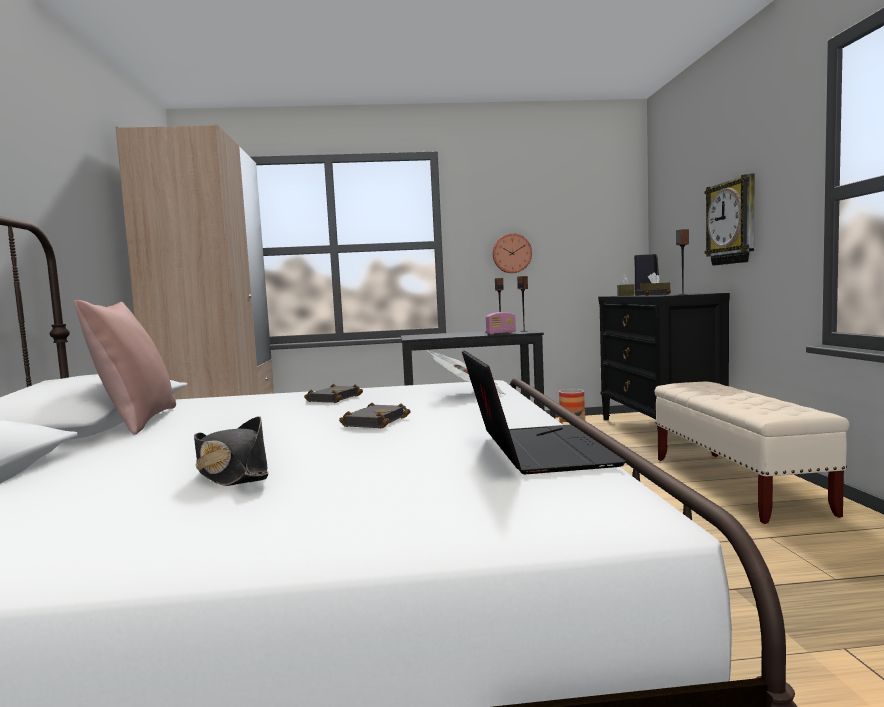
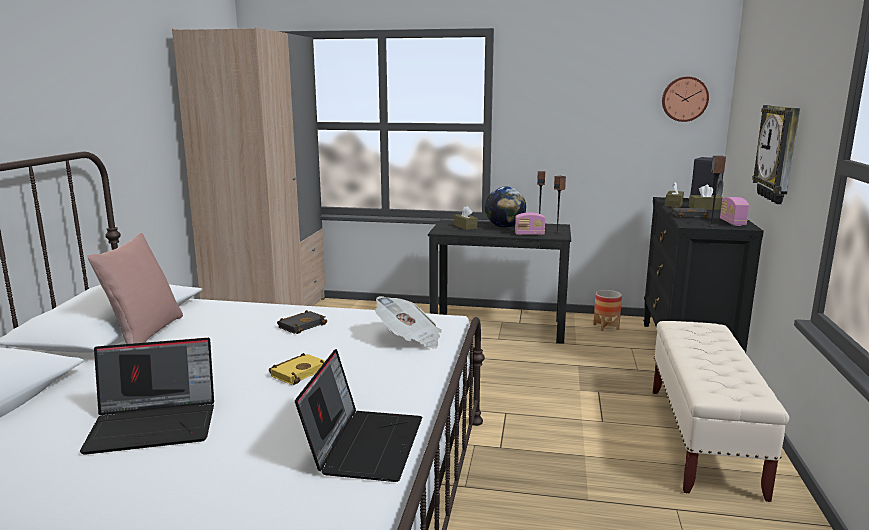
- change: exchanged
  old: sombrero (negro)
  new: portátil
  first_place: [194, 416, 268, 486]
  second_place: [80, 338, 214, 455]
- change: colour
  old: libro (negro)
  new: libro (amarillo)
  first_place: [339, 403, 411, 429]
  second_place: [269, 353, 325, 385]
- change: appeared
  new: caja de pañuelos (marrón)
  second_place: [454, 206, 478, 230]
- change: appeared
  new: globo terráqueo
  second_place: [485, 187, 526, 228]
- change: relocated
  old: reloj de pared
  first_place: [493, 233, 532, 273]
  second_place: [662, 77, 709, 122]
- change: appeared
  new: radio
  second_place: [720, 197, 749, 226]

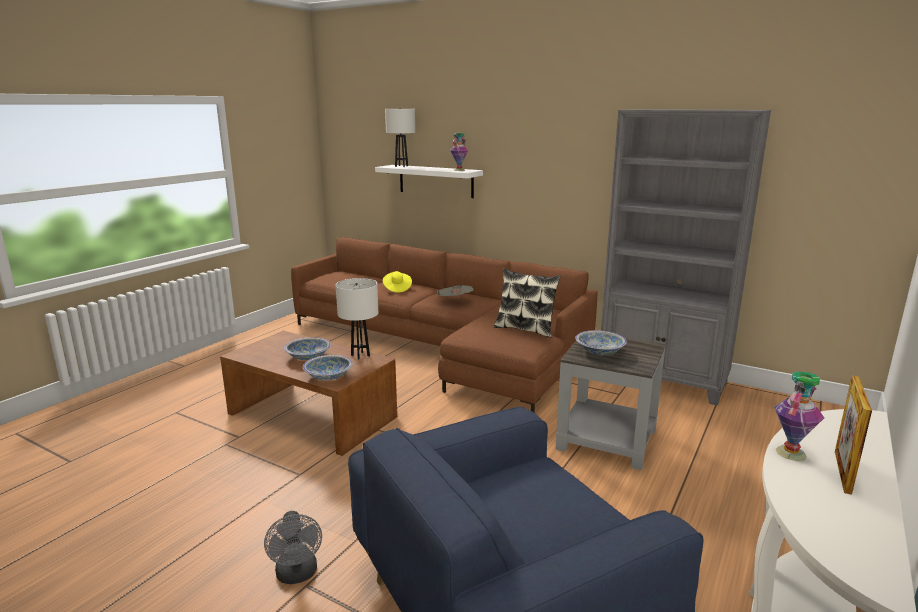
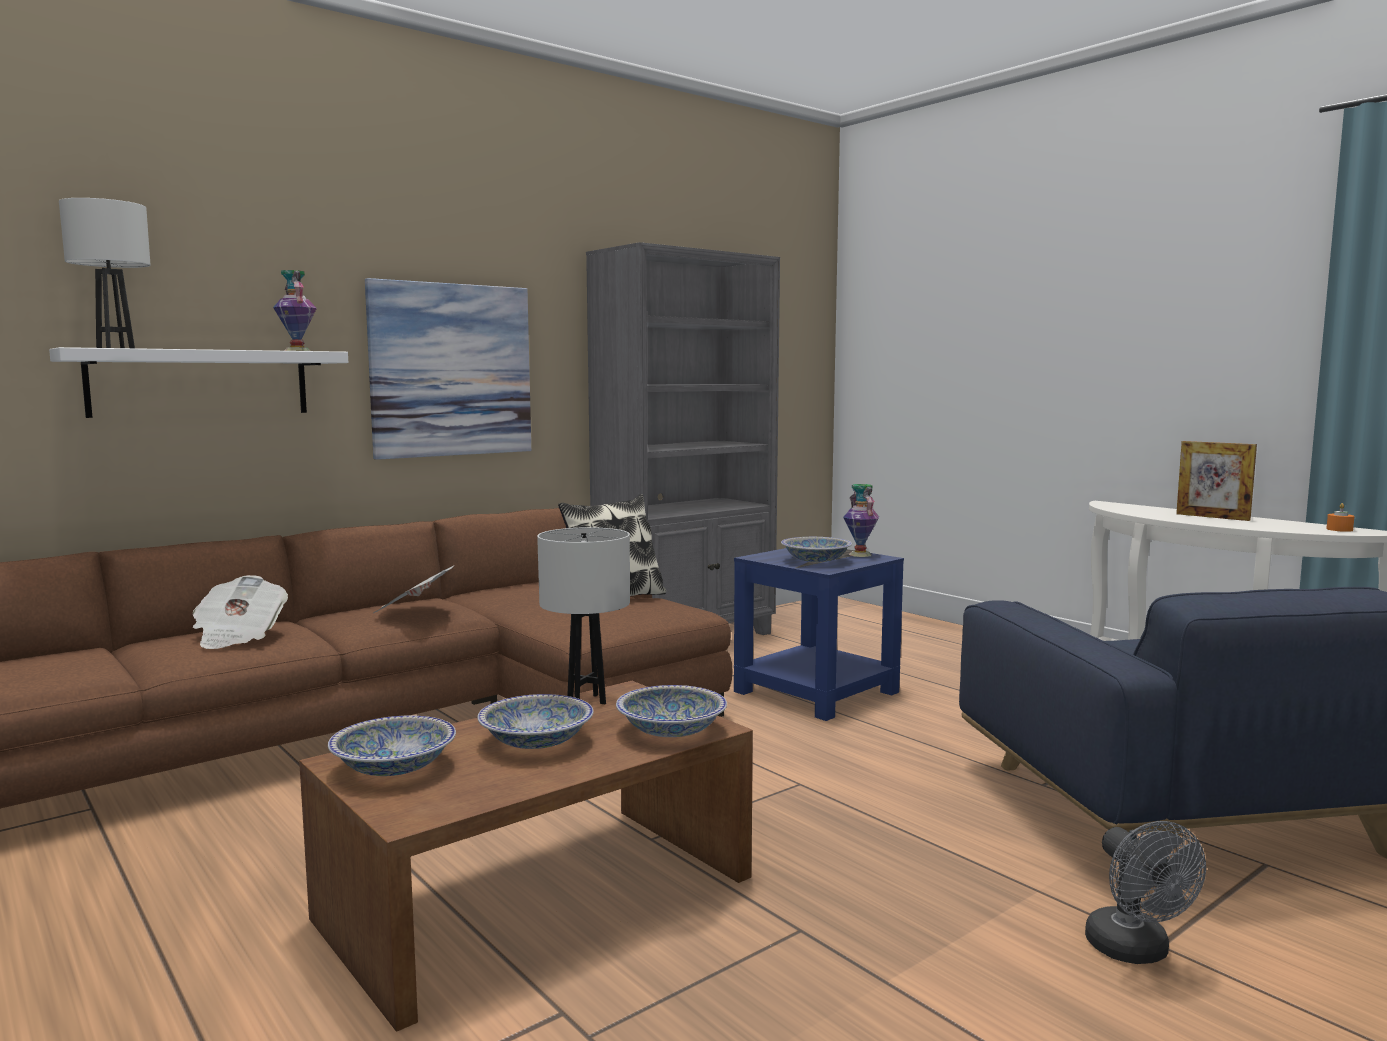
- change: exchanged
  old: sombrero (amarillo)
  new: periódico
  first_place: [383, 271, 412, 293]
  second_place: [192, 575, 288, 649]
- change: appeared
  new: cuenco
  second_place: [328, 715, 456, 776]
- change: appeared
  new: cuadro
  second_place: [365, 278, 531, 460]
- change: colour
  old: mesa auxiliar (gris)
  new: mesa auxiliar (azul)
  first_place: [556, 331, 666, 471]
  second_place: [734, 548, 904, 721]
- change: relocated
  old: florero
  first_place: [774, 372, 824, 461]
  second_place: [843, 484, 879, 557]
- change: spun
  old: ventilador (gris)
  first_place: [264, 511, 322, 584]
  second_place: [1085, 821, 1206, 964]
  degrees: 75
- change: appeared
  new: vela (naranja)
  second_place: [1326, 503, 1355, 532]

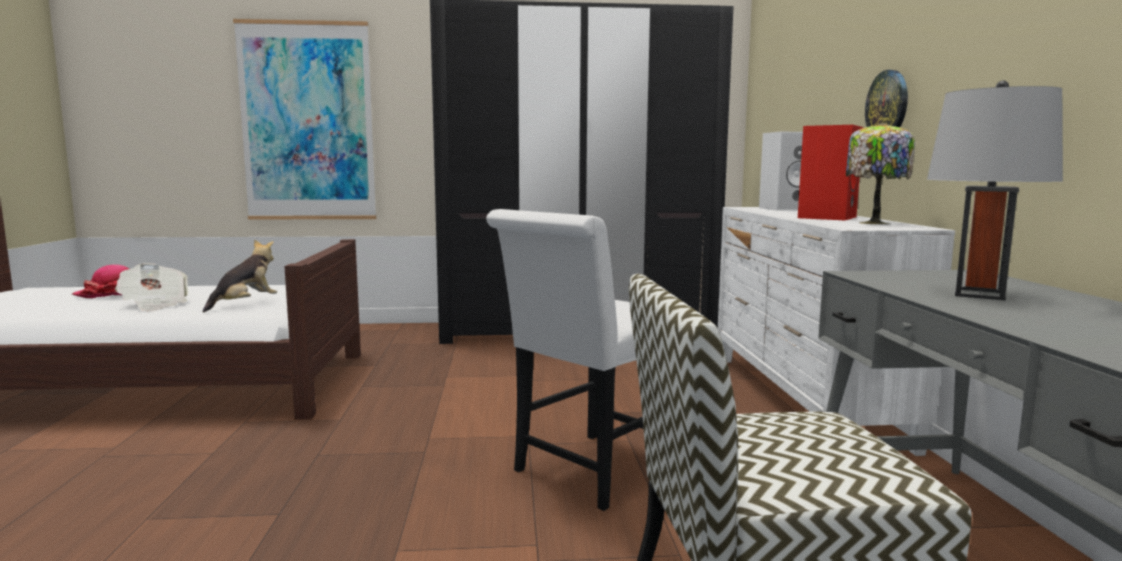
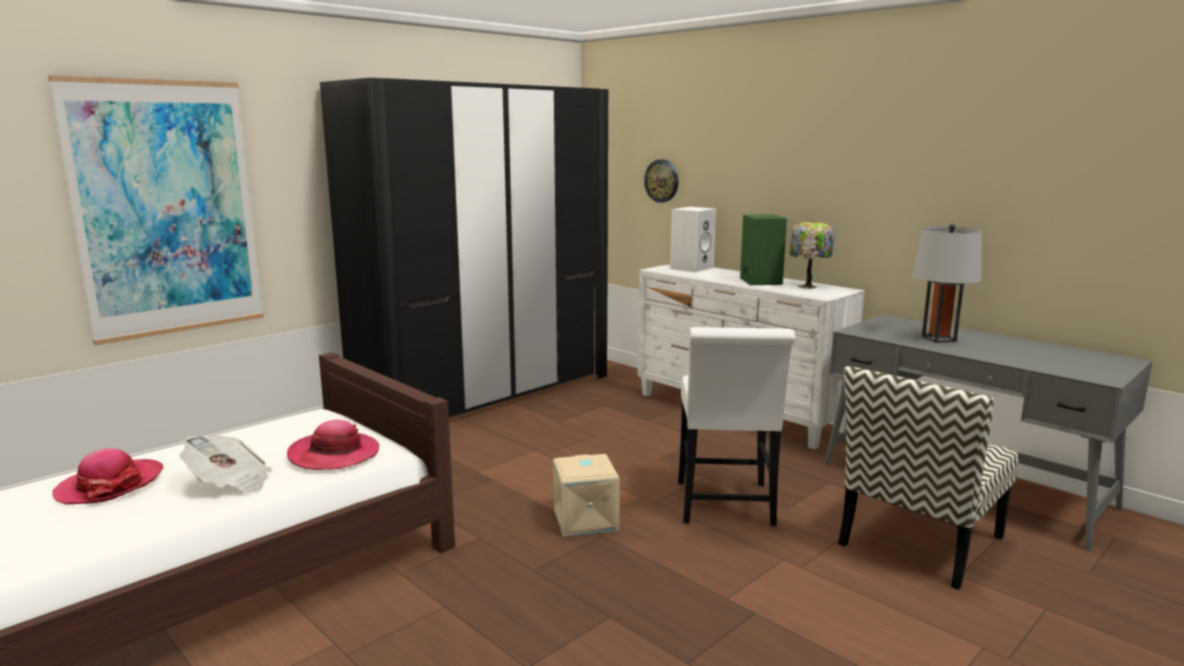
- change: exchanged
  old: peluche
  new: sombrero
  first_place: [203, 239, 277, 313]
  second_place: [287, 420, 379, 470]
- change: appeared
  new: caja de almacenaje (beis)
  second_place: [553, 454, 620, 537]
- change: relocated
  old: reloj de pared
  first_place: [865, 70, 908, 127]
  second_place: [644, 160, 679, 203]
- change: colour
  old: altavoz (rojo)
  new: altavoz (verde)
  first_place: [798, 125, 863, 220]
  second_place: [740, 214, 787, 285]

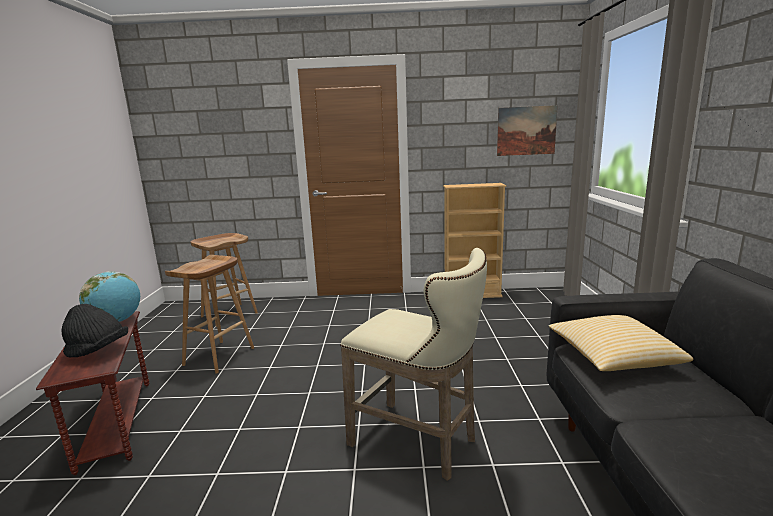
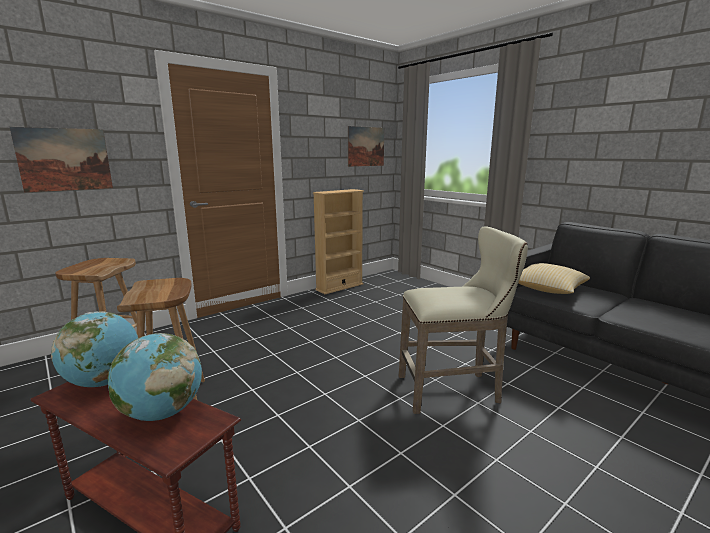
- change: appeared
  new: cuadro
  second_place: [10, 127, 113, 193]
- change: exchanged
  old: sombrero (negro)
  new: globo terráqueo
  first_place: [61, 304, 128, 358]
  second_place: [108, 333, 202, 421]

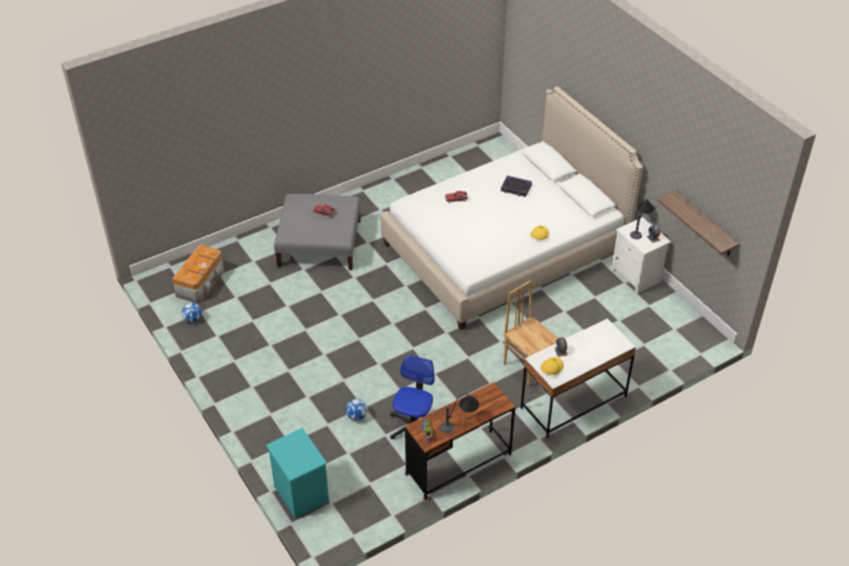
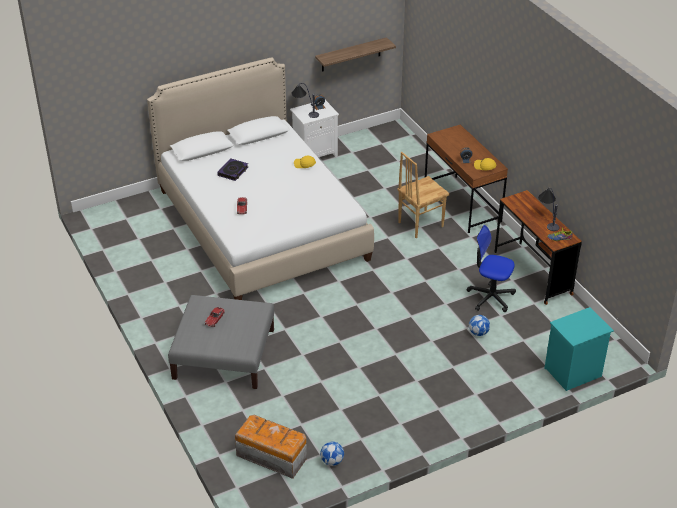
- change: colour
  old: escritorio (blanco)
  new: escritorio (marrón)
  first_place: [521, 319, 636, 438]
  second_place: [425, 125, 508, 233]

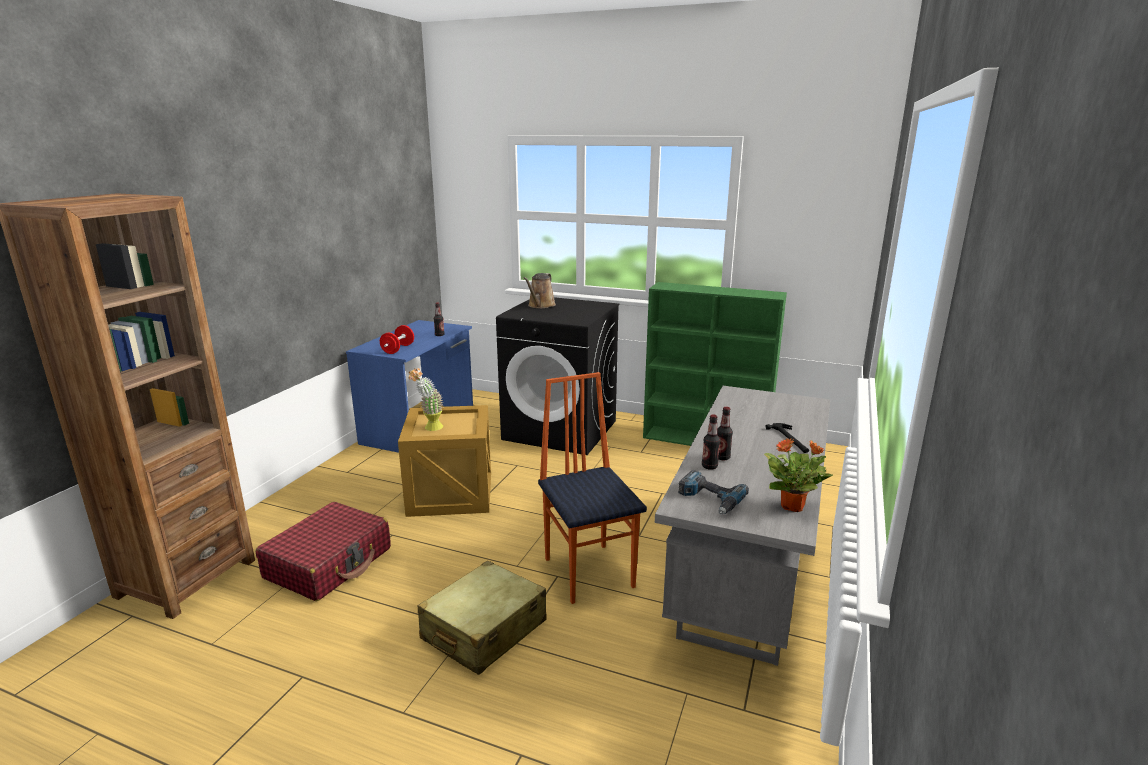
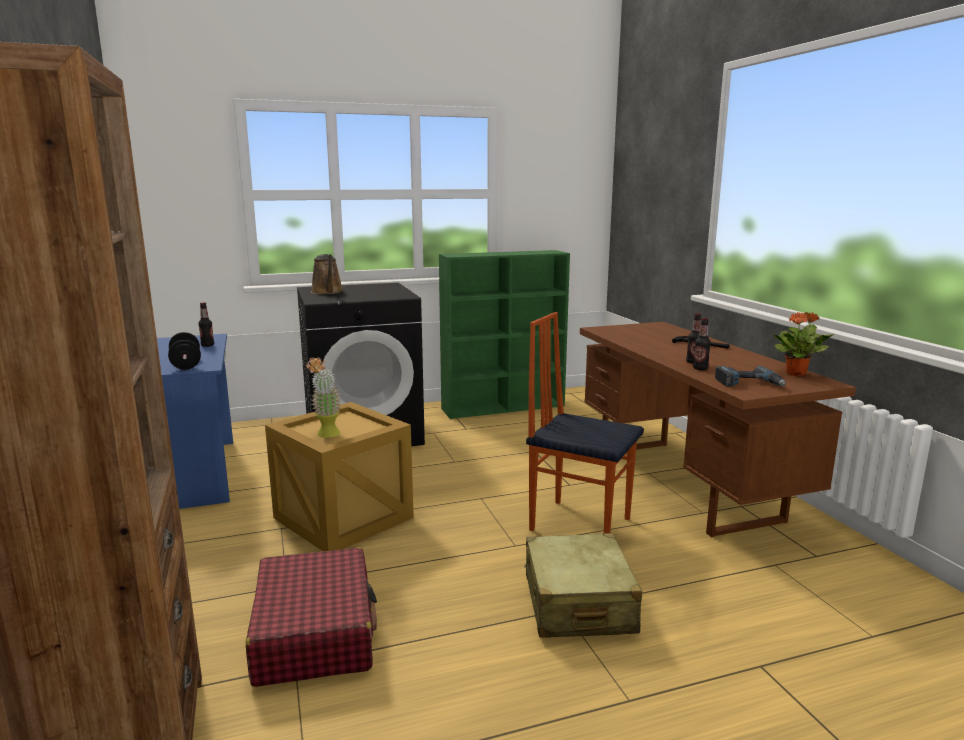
- change: colour
  old: mancuerna (rojo)
  new: mancuerna (negro)
  first_place: [380, 325, 414, 354]
  second_place: [168, 332, 201, 370]
- change: colour
  old: escritorio (gris)
  new: escritorio (marrón)
  first_place: [655, 386, 830, 666]
  second_place: [580, 322, 856, 537]

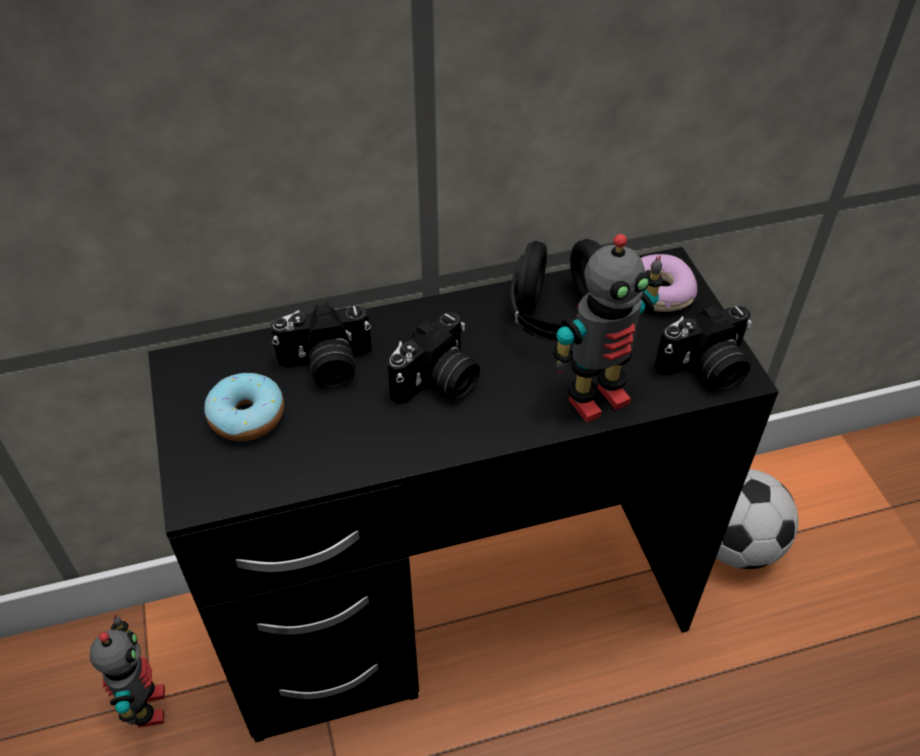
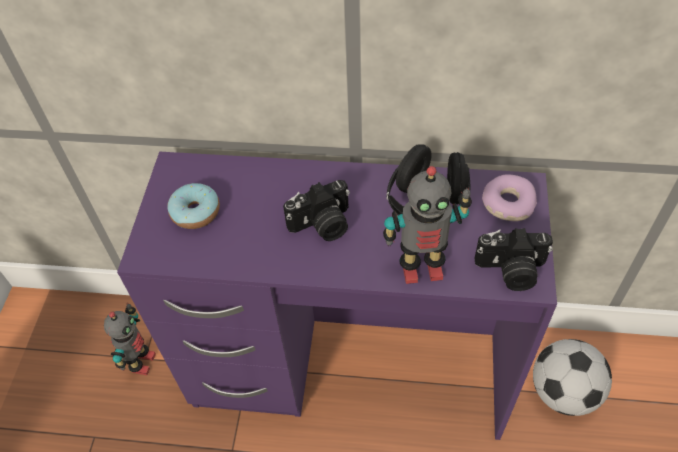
- change: colour
  old: escritorio (negro)
  new: escritorio (morado)
  first_place: [148, 247, 779, 742]
  second_place: [117, 152, 557, 440]
- change: missing
  old: cámara
  first_place: [271, 302, 372, 388]

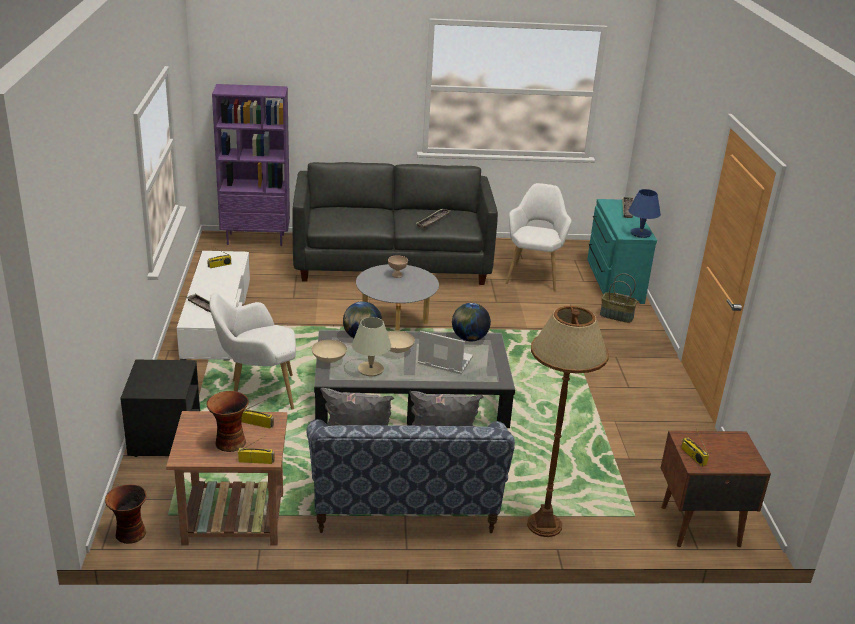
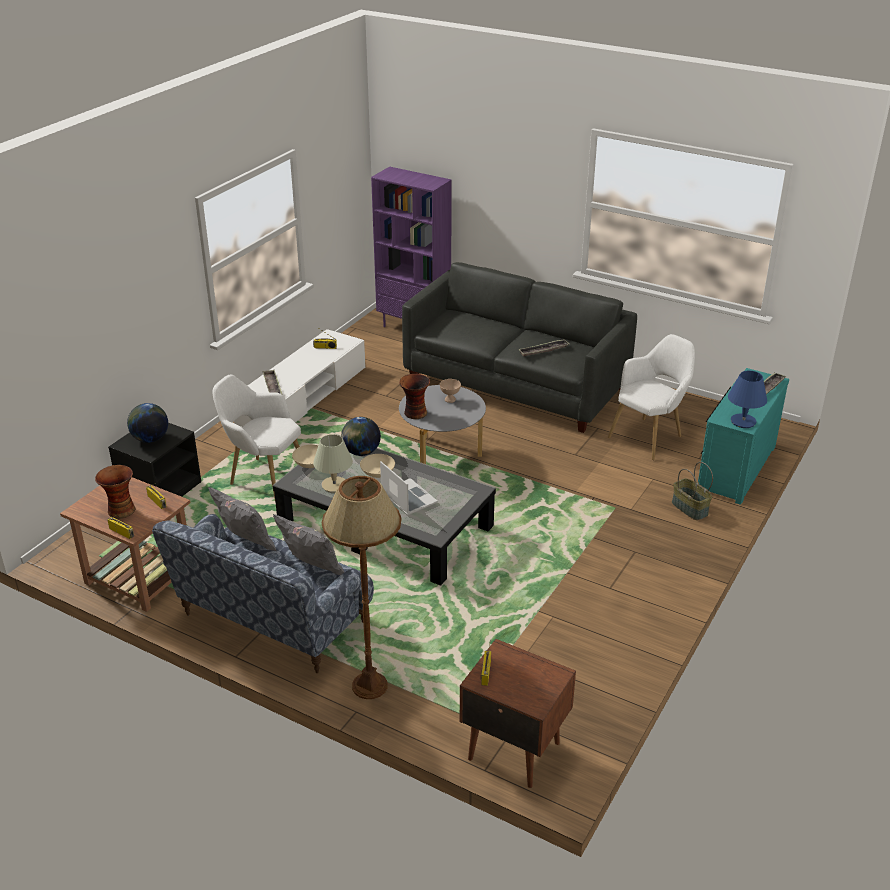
- change: relocated
  old: globo terráqueo
  first_place: [452, 303, 491, 341]
  second_place: [127, 403, 168, 443]
- change: relocated
  old: florero
  first_place: [105, 484, 147, 544]
  second_place: [399, 374, 430, 419]

